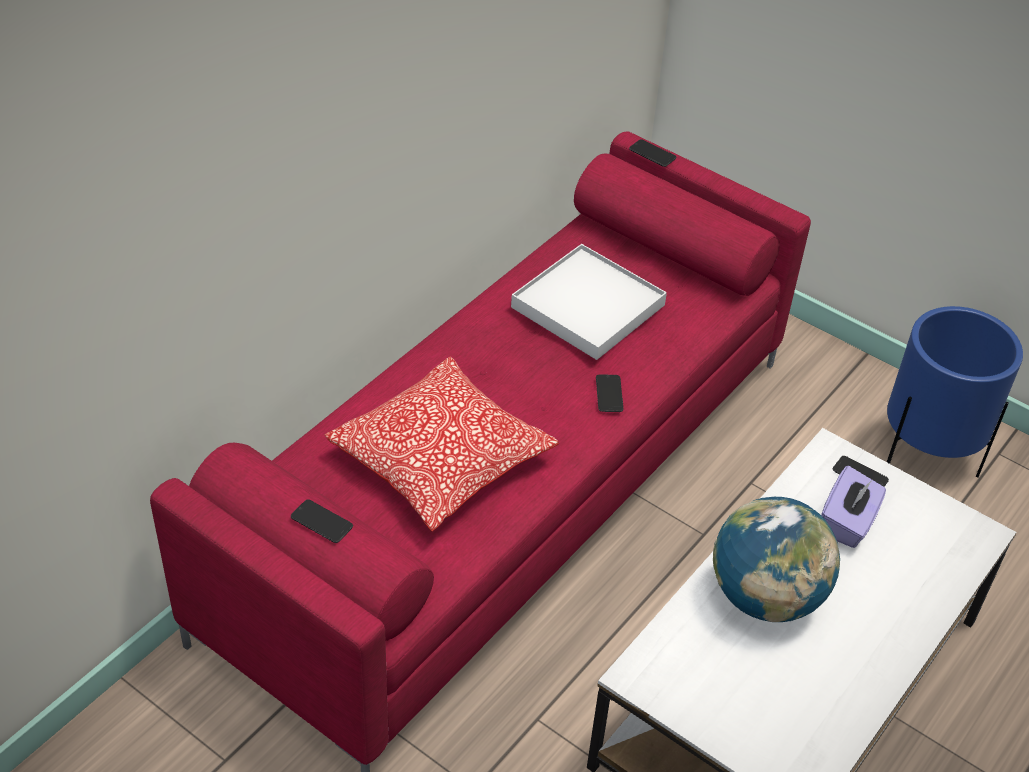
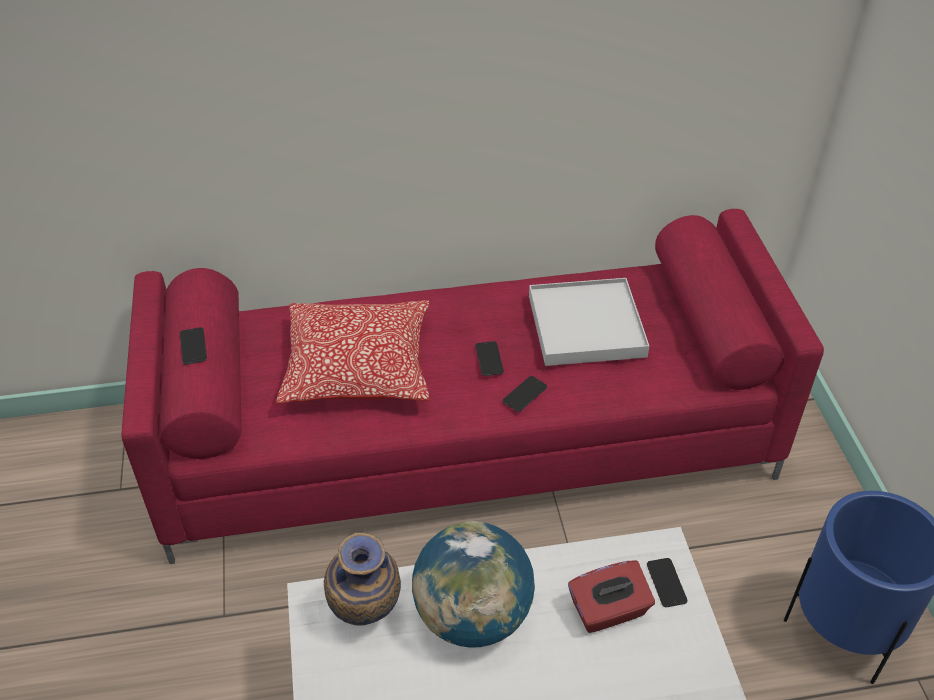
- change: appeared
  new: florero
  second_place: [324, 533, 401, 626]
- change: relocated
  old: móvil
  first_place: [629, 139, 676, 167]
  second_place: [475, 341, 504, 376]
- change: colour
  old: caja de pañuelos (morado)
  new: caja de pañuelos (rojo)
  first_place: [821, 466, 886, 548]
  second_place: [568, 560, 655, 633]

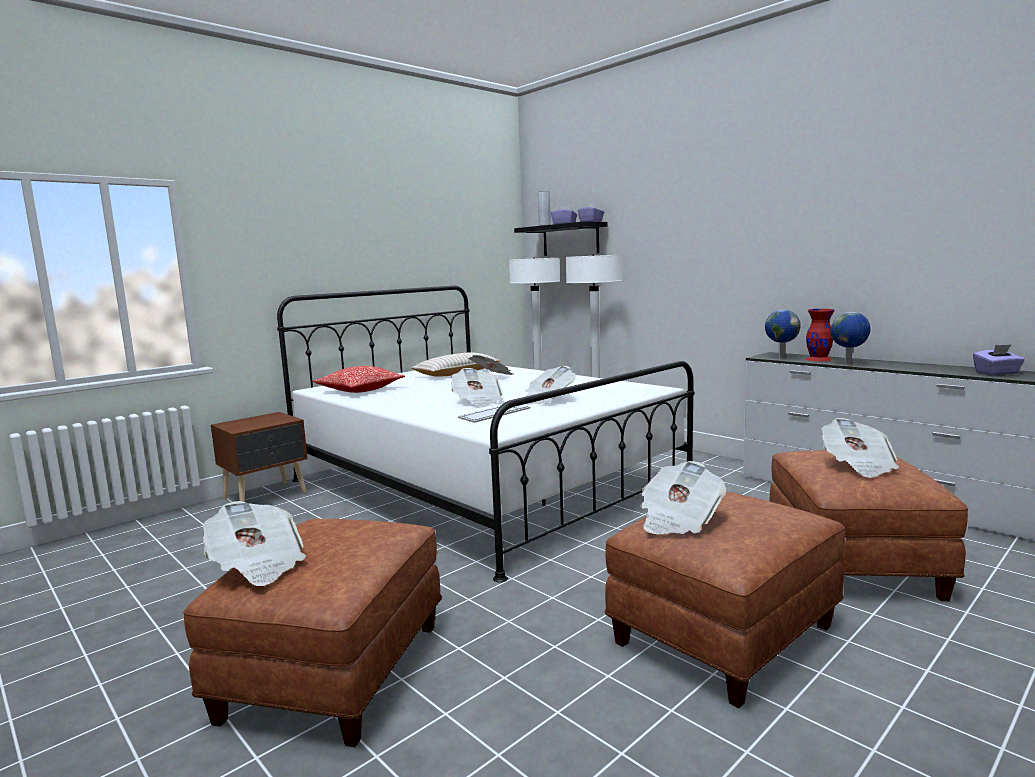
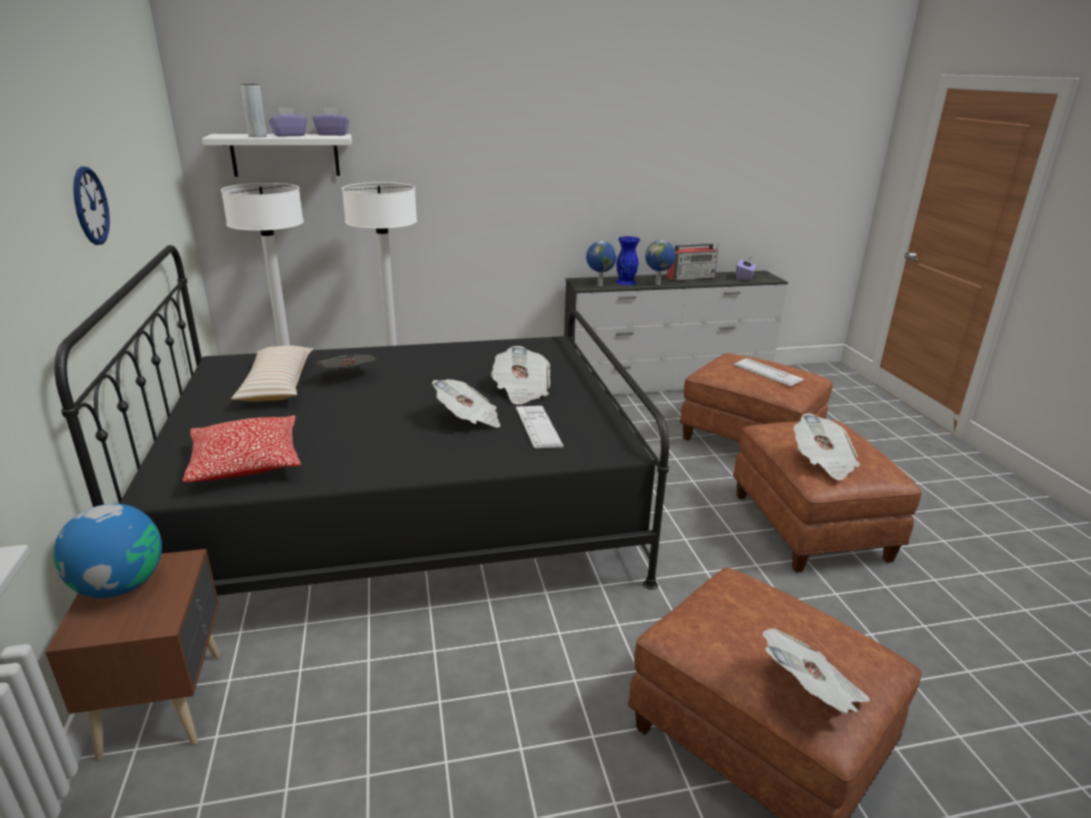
- change: appeared
  new: globo terráqueo
  second_place: [53, 504, 162, 598]
- change: colour
  old: cama (blanco)
  new: cama (negro)
  first_place: [277, 286, 695, 582]
  second_place: [54, 245, 669, 596]
- change: appeared
  new: reloj de pared
  second_place: [73, 167, 110, 245]
- change: colour
  old: estante (negro)
  new: estante (blanco)
  first_place: [514, 221, 608, 256]
  second_place: [202, 134, 352, 177]
- change: colour
  old: florero (rojo)
  new: florero (azul)
  first_place: [805, 309, 835, 361]
  second_place: [615, 236, 640, 285]
- change: appeared
  new: radio
  second_place: [667, 243, 718, 281]
- change: exchanged
  old: periódico
  new: teclado
  first_place: [822, 418, 899, 478]
  second_place: [733, 358, 804, 387]

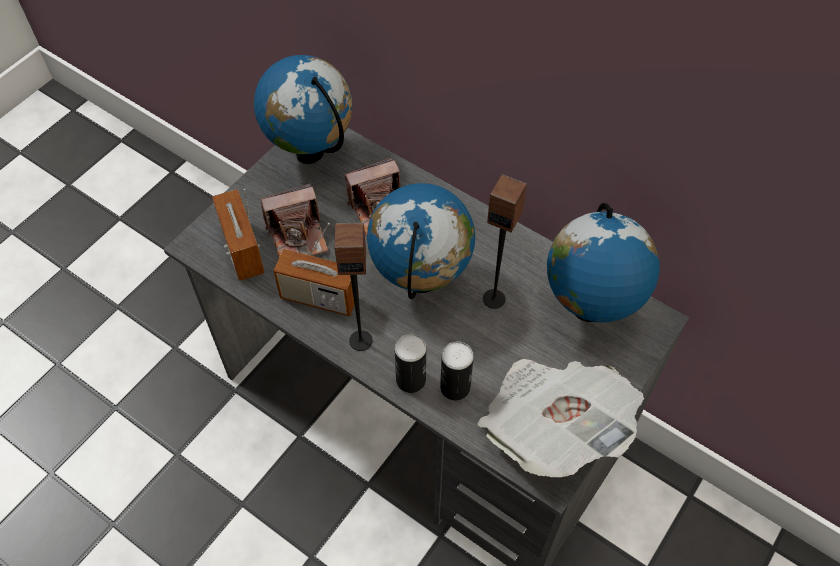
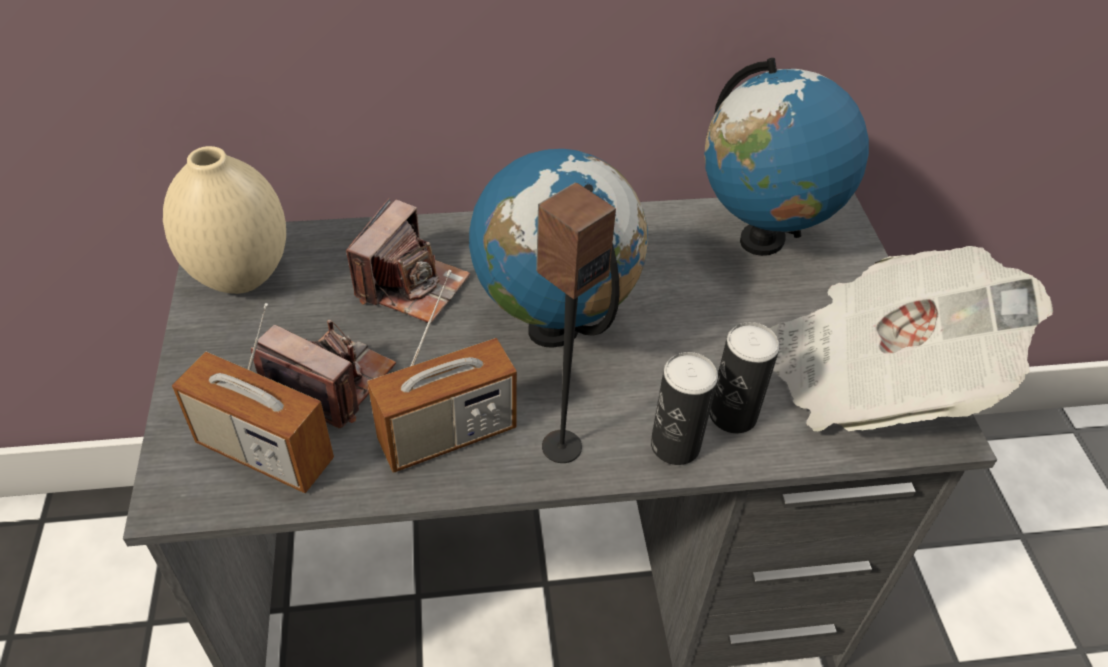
- change: exchanged
  old: globo terráqueo
  new: florero (beis)
  first_place: [254, 55, 352, 164]
  second_place: [163, 146, 286, 294]
- change: spun
  old: cámara
  first_place: [261, 183, 328, 257]
  second_place: [251, 320, 396, 429]
  degrees: -90
- change: missing
  old: altavoz
  first_place: [483, 174, 527, 309]

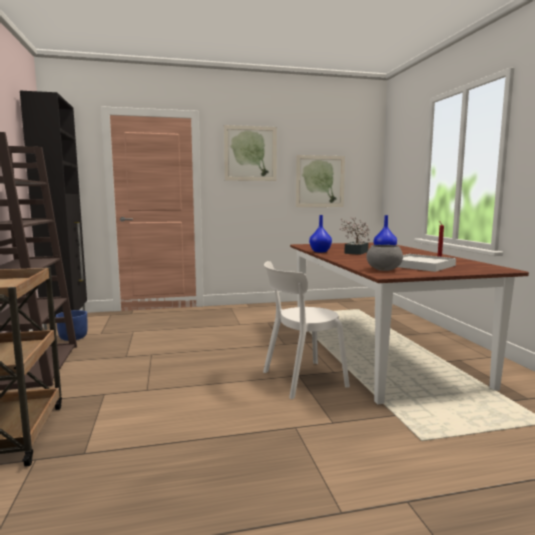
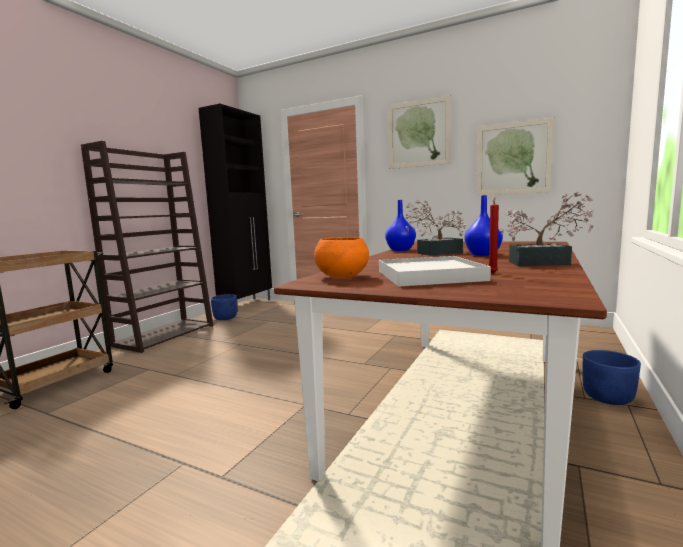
- change: colour
  old: cuenco (gris)
  new: cuenco (naranja)
  first_place: [366, 245, 403, 271]
  second_place: [314, 237, 369, 278]
- change: appeared
  new: planta en maceta
  second_place: [498, 191, 594, 266]
- change: appeared
  new: maceta (azul)
  second_place: [582, 350, 641, 405]
- change: missing
  old: silla (blanco)
  first_place: [263, 261, 350, 399]

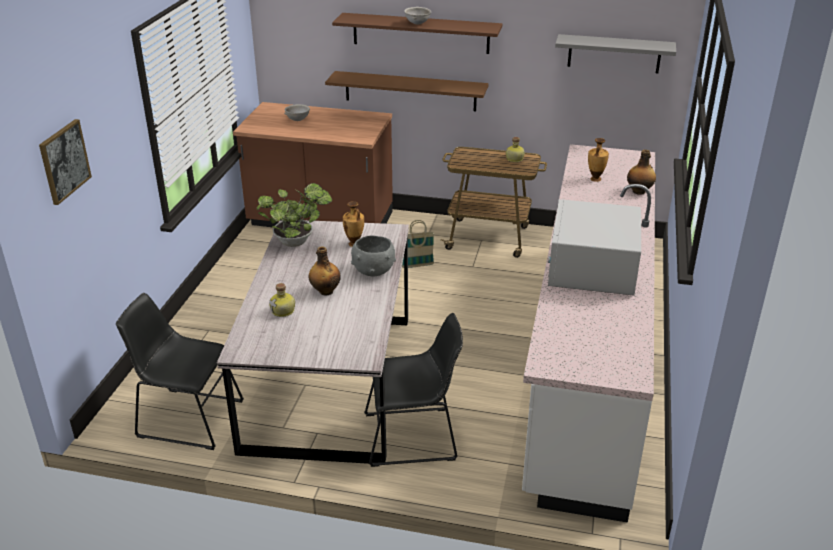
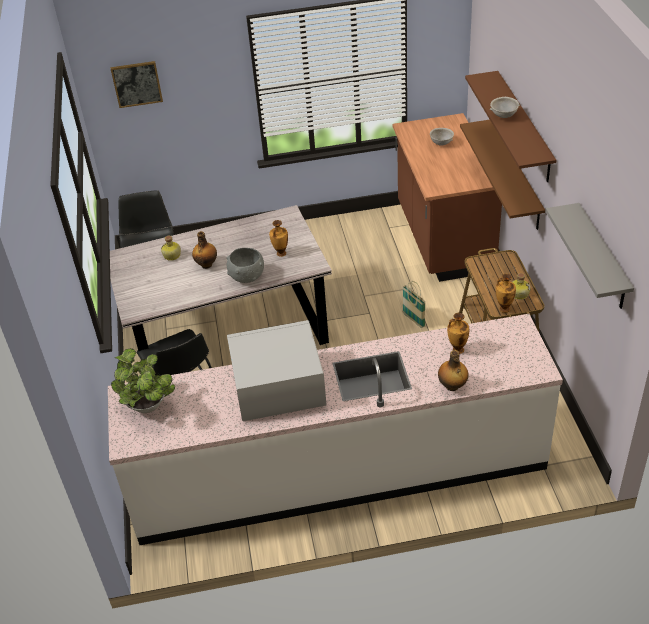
- change: relocated
  old: planta en maceta
  first_place: [257, 183, 332, 247]
  second_place: [111, 348, 175, 413]
- change: appeared
  new: florero
  second_place: [496, 274, 516, 313]

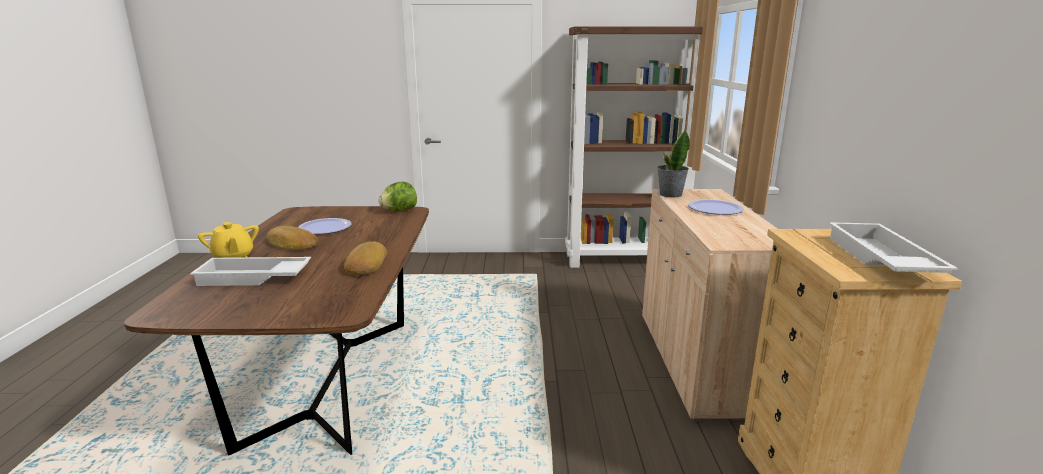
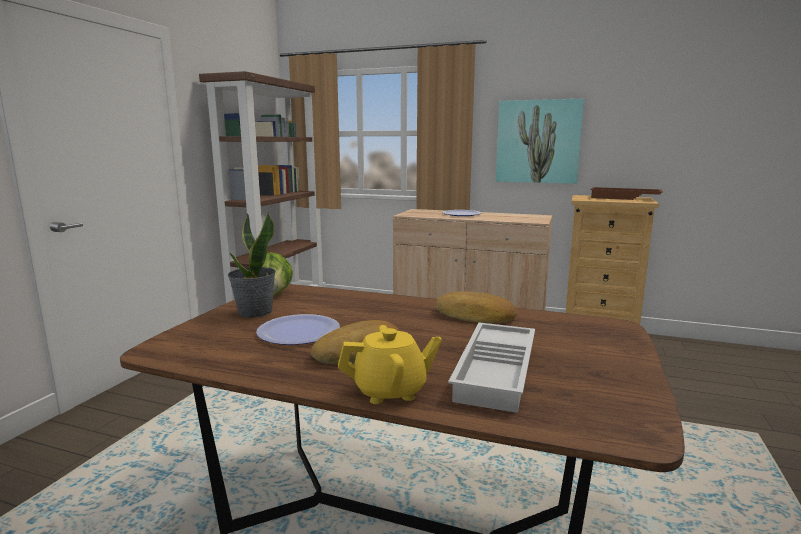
- change: relocated
  old: planta en maceta
  first_place: [657, 129, 690, 197]
  second_place: [228, 212, 276, 318]
- change: appeared
  new: cuadro
  second_place: [496, 99, 584, 184]
- change: colour
  old: bandeja (blanco)
  new: bandeja (marrón)
  first_place: [829, 222, 958, 273]
  second_place: [590, 187, 663, 200]

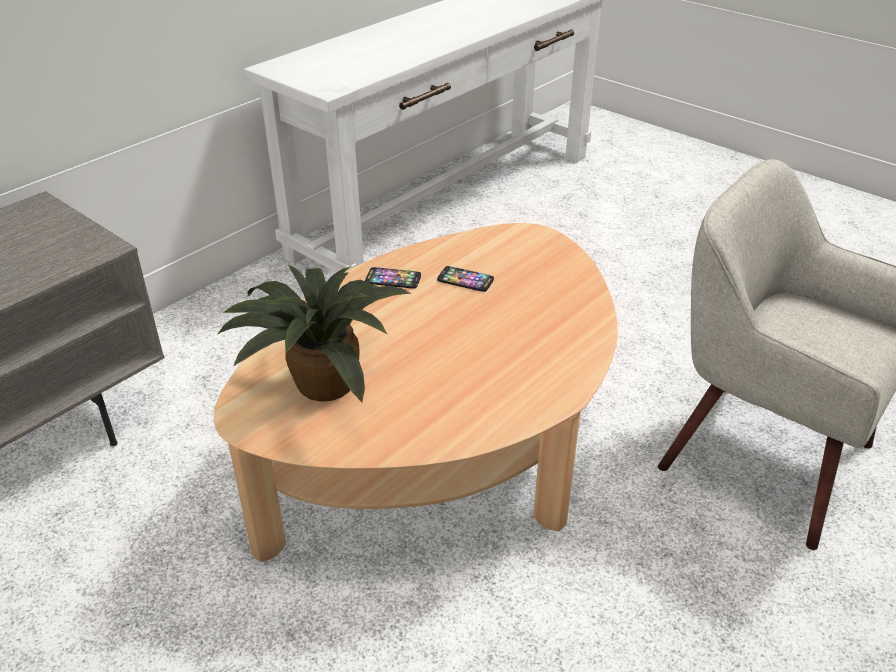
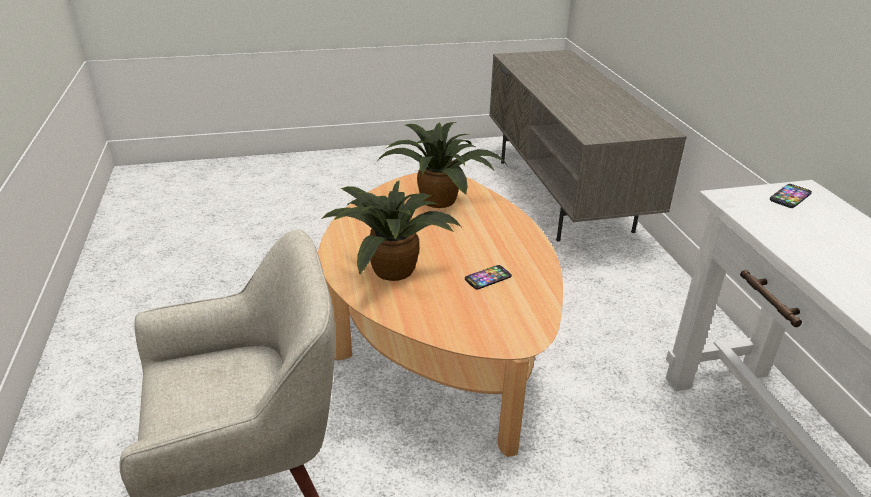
- change: appeared
  new: planta en maceta
  second_place: [321, 180, 461, 281]
- change: relocated
  old: móvil
  first_place: [365, 267, 421, 289]
  second_place: [770, 184, 812, 208]

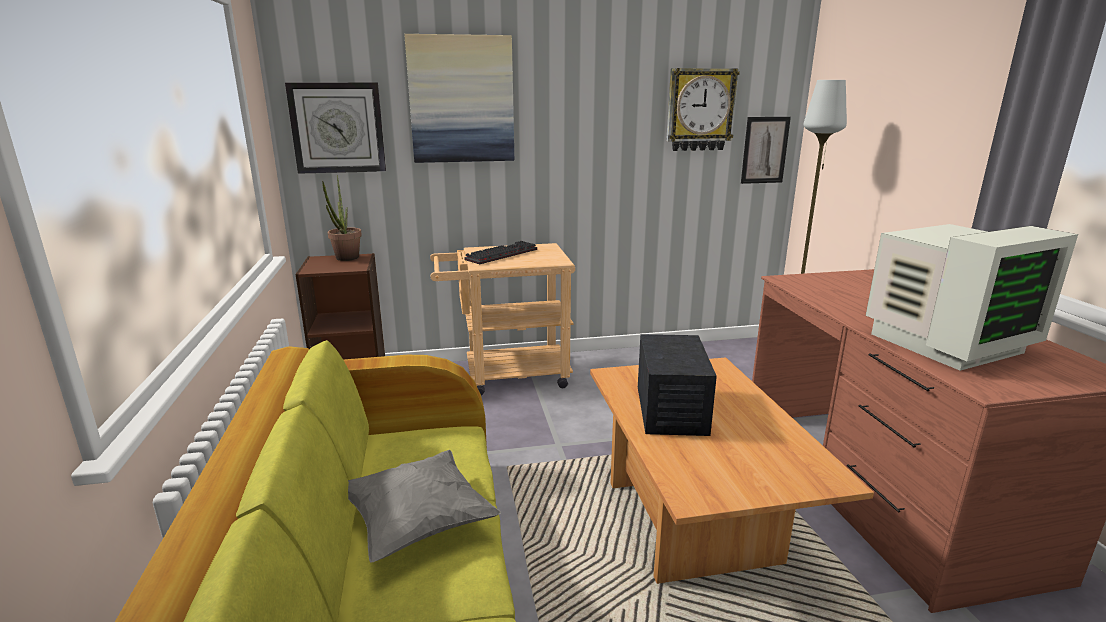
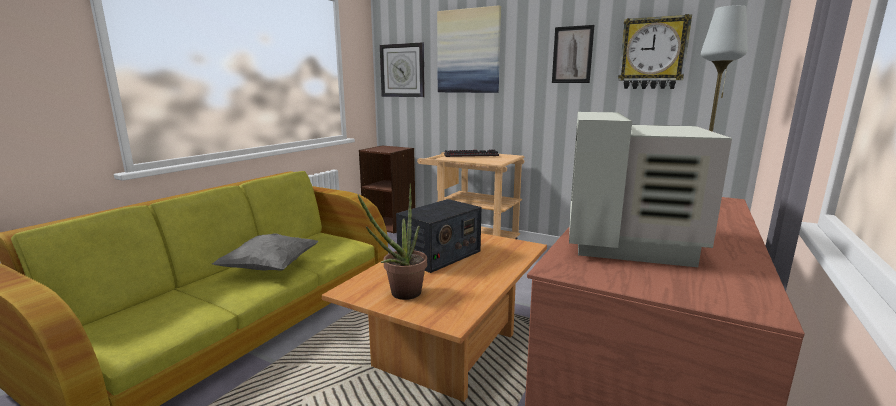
- change: relocated
  old: planta en maceta
  first_place: [322, 176, 362, 261]
  second_place: [358, 183, 427, 300]
- change: relocated
  old: cuadro
  first_place: [741, 117, 791, 184]
  second_place: [552, 25, 594, 83]
- change: spun
  old: monitor
  first_place: [866, 224, 1078, 371]
  second_place: [569, 112, 732, 267]
  degrees: 90

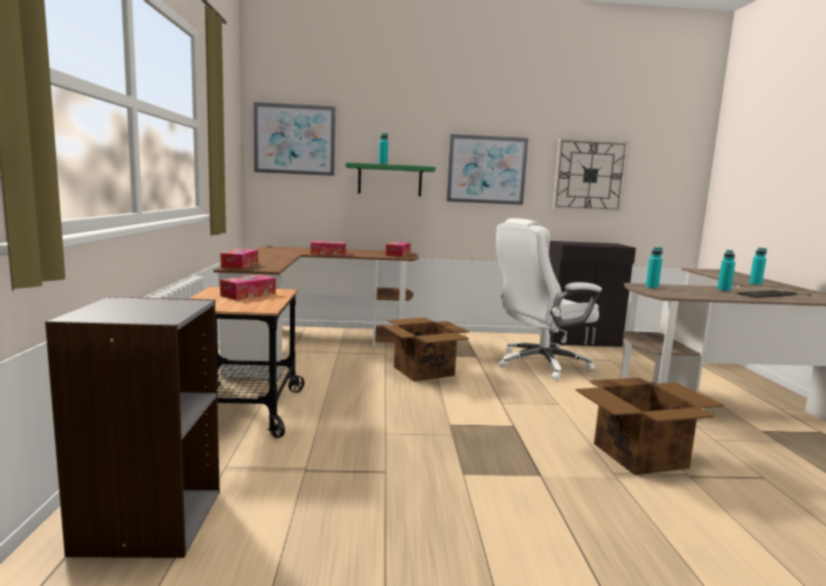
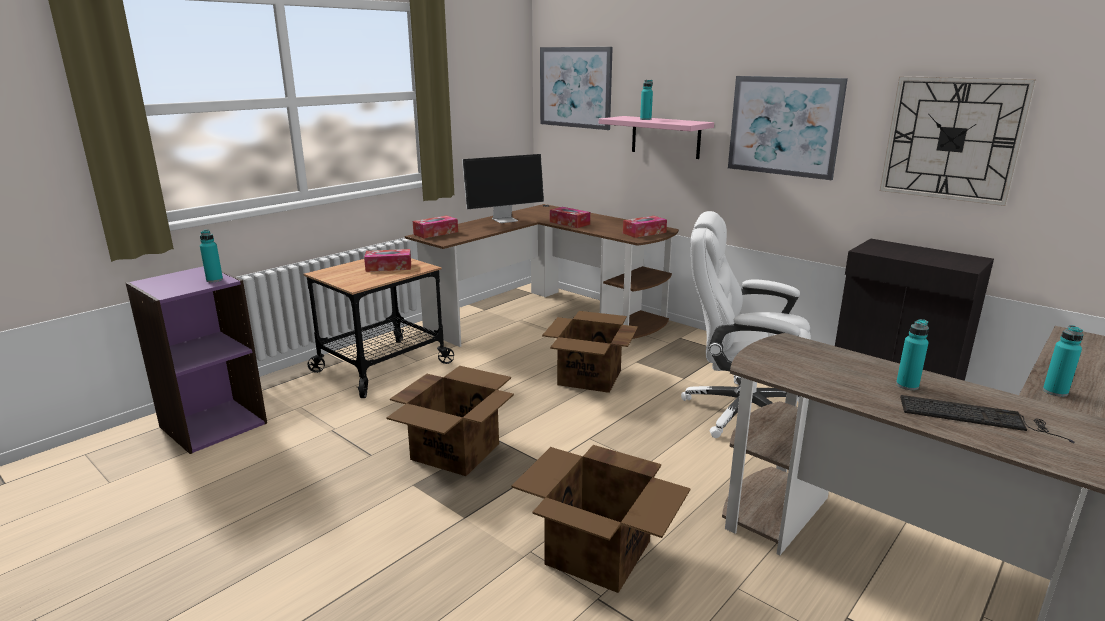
- change: colour
  old: estantería (gris)
  new: estantería (morado)
  first_place: [45, 296, 220, 558]
  second_place: [126, 266, 267, 454]
- change: relocated
  old: botella (turquesa)
  first_place: [646, 247, 663, 289]
  second_place: [200, 230, 223, 282]
- change: appeared
  new: caja de cartón
  second_place: [387, 366, 514, 476]
- change: appeared
  new: monitor
  second_place: [462, 154, 544, 223]
- change: colour
  old: estante (verde)
  new: estante (rosa)
  first_place: [346, 163, 436, 196]
  second_place: [599, 116, 714, 159]

